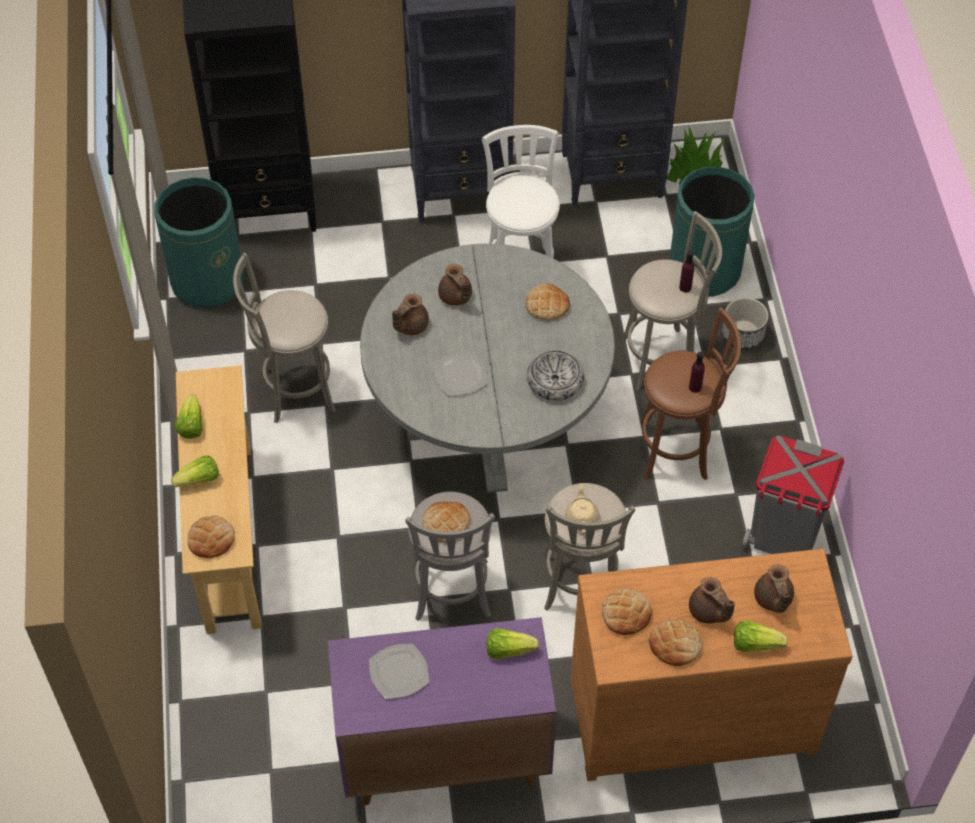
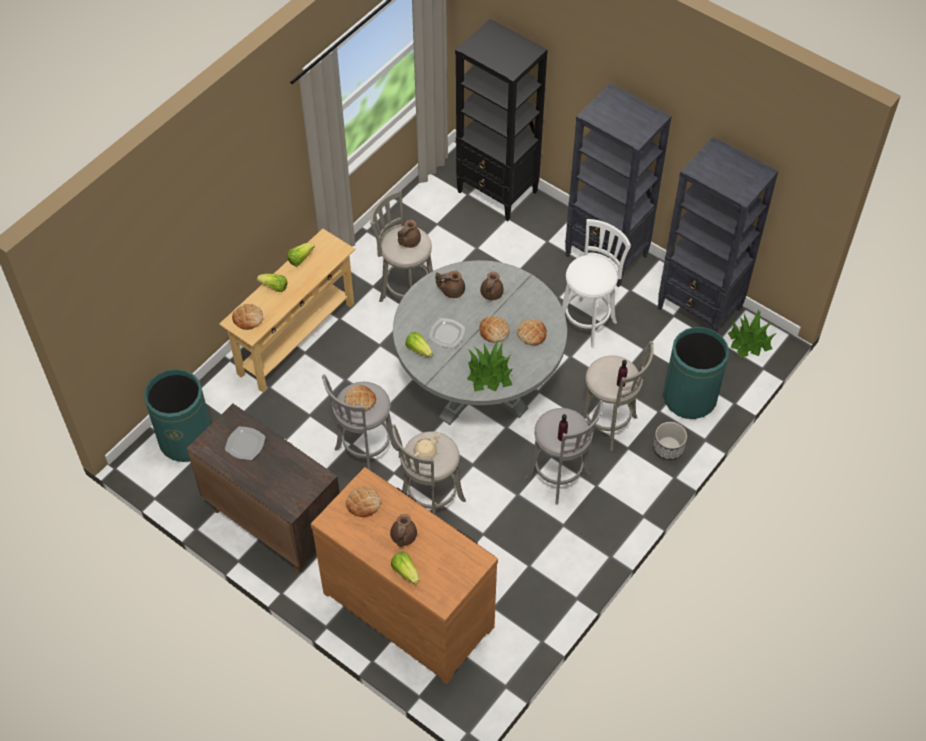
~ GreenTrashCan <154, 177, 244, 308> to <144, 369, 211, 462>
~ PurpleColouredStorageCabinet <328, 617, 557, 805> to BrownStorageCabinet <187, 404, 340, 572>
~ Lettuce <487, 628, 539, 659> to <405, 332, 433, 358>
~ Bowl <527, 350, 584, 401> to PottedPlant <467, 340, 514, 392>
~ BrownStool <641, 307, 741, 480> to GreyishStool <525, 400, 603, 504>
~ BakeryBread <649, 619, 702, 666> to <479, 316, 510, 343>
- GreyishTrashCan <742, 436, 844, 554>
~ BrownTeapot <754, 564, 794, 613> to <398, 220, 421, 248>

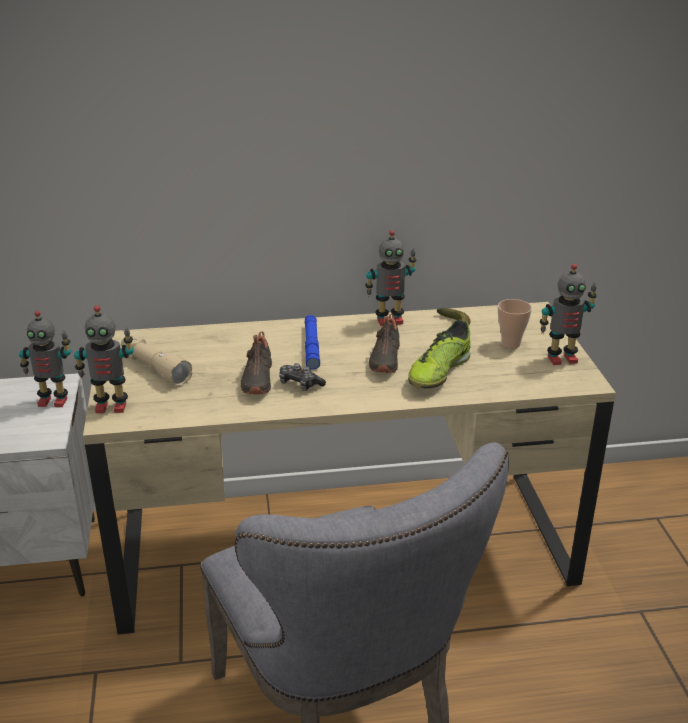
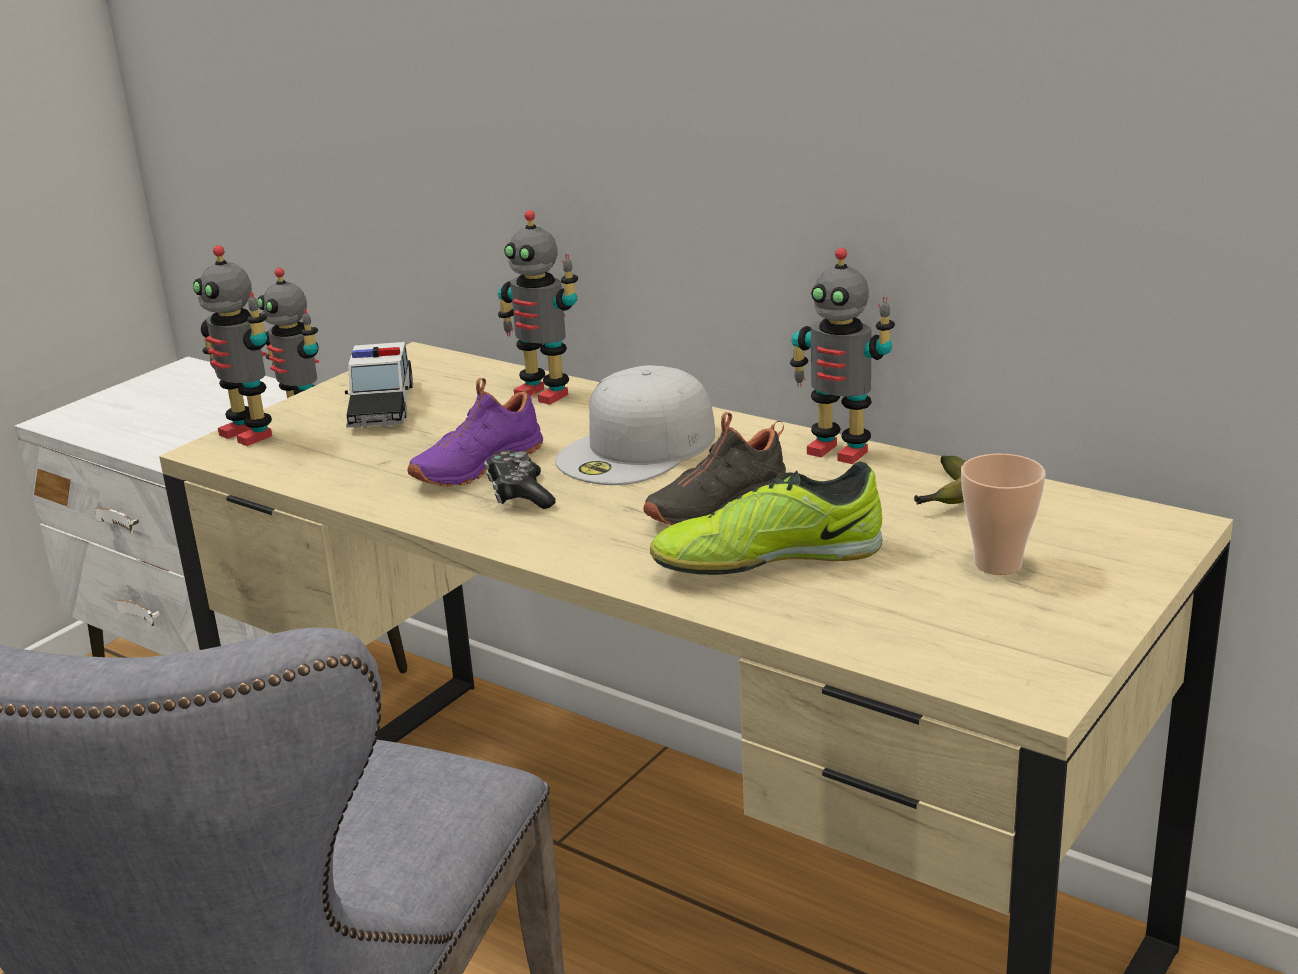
~ BeigeTorch <121, 336, 192, 386> to ModelCar <345, 342, 413, 428>
~ BlackColouredLowShoe <241, 332, 272, 394> to PurpleColouredLowShoe <407, 378, 543, 487>
~ BlueColouredTorch <305, 315, 320, 370> to WhitishCap <555, 365, 715, 485>
~ ModelRobot <540, 264, 597, 365> to <498, 210, 578, 405>

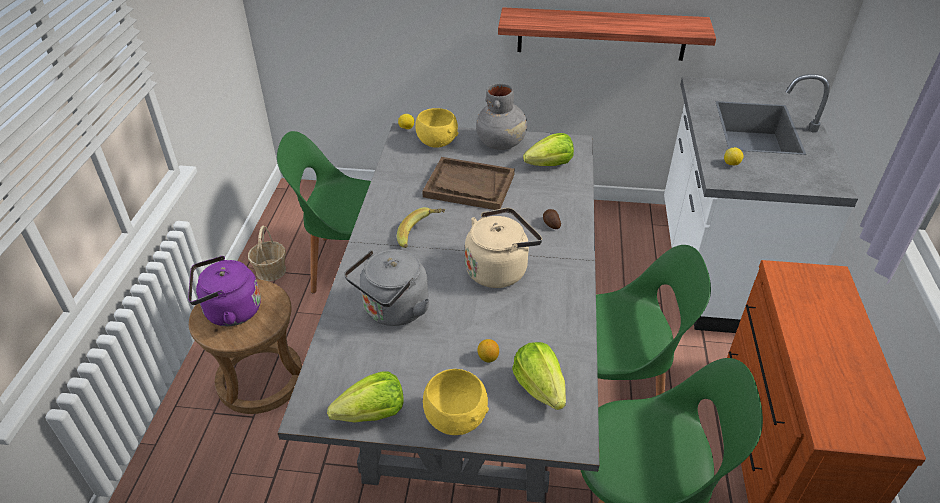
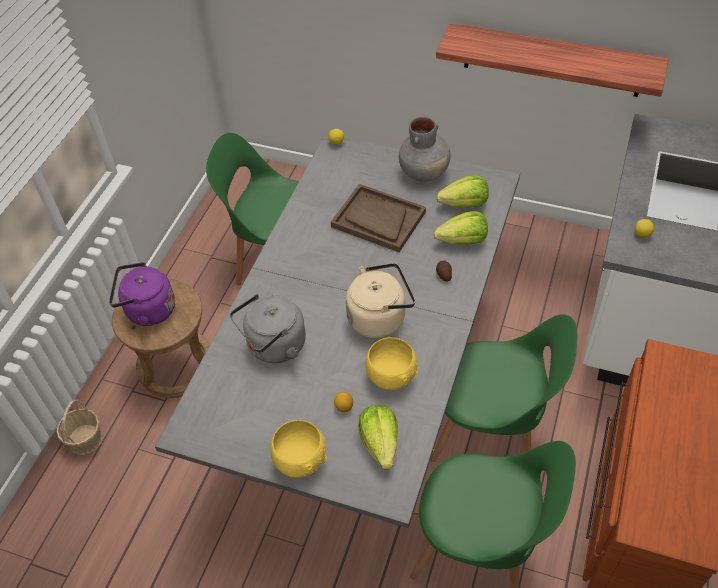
~ HouseholdBasket <248, 226, 286, 281> to <57, 399, 103, 455>
~ Lettuce <327, 371, 404, 423> to <434, 211, 488, 245>
- BananaFruit <397, 207, 445, 248>
~ YellowColouredBowl <415, 108, 459, 148> to <365, 337, 418, 390>

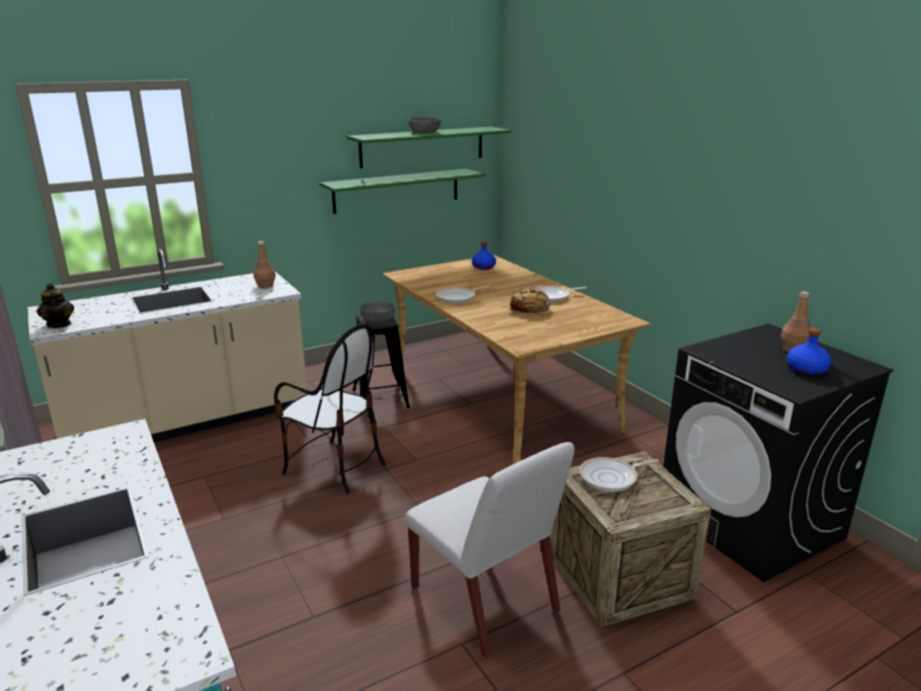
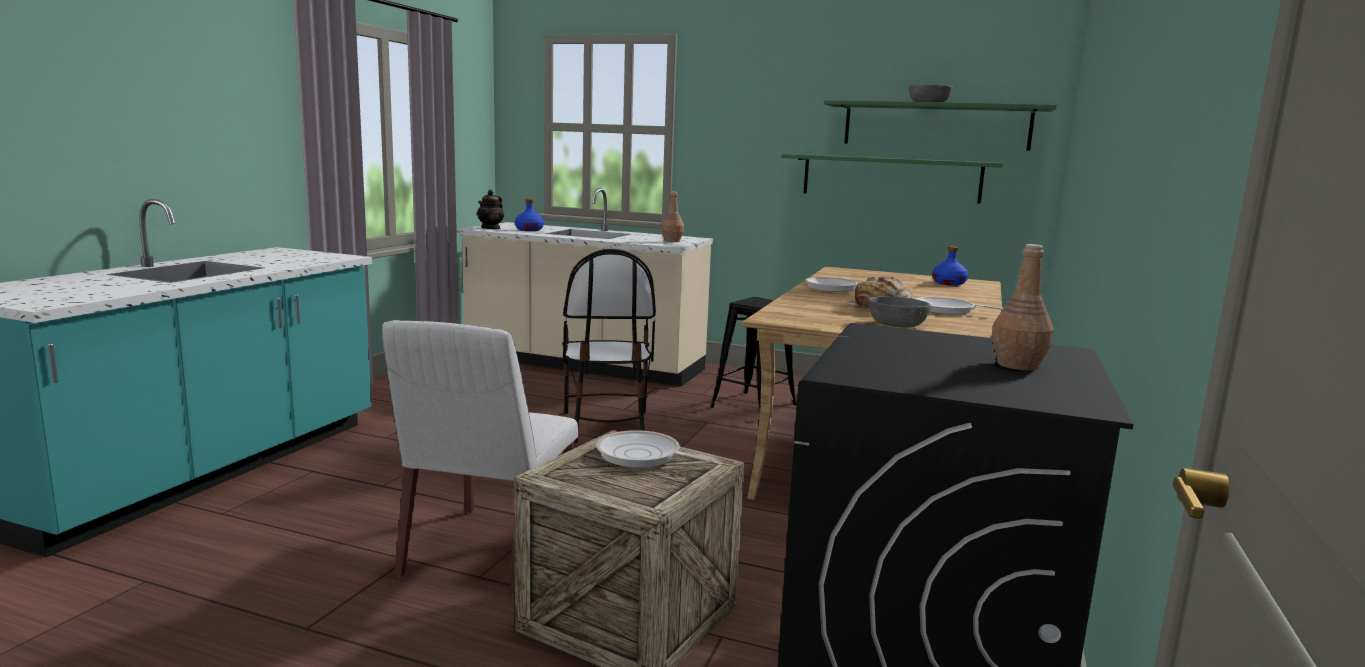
~ GreyishBowl <360, 301, 395, 323> to <869, 296, 931, 328>
~ BlueColouredDrinkBottle <787, 328, 831, 375> to <515, 199, 544, 231>

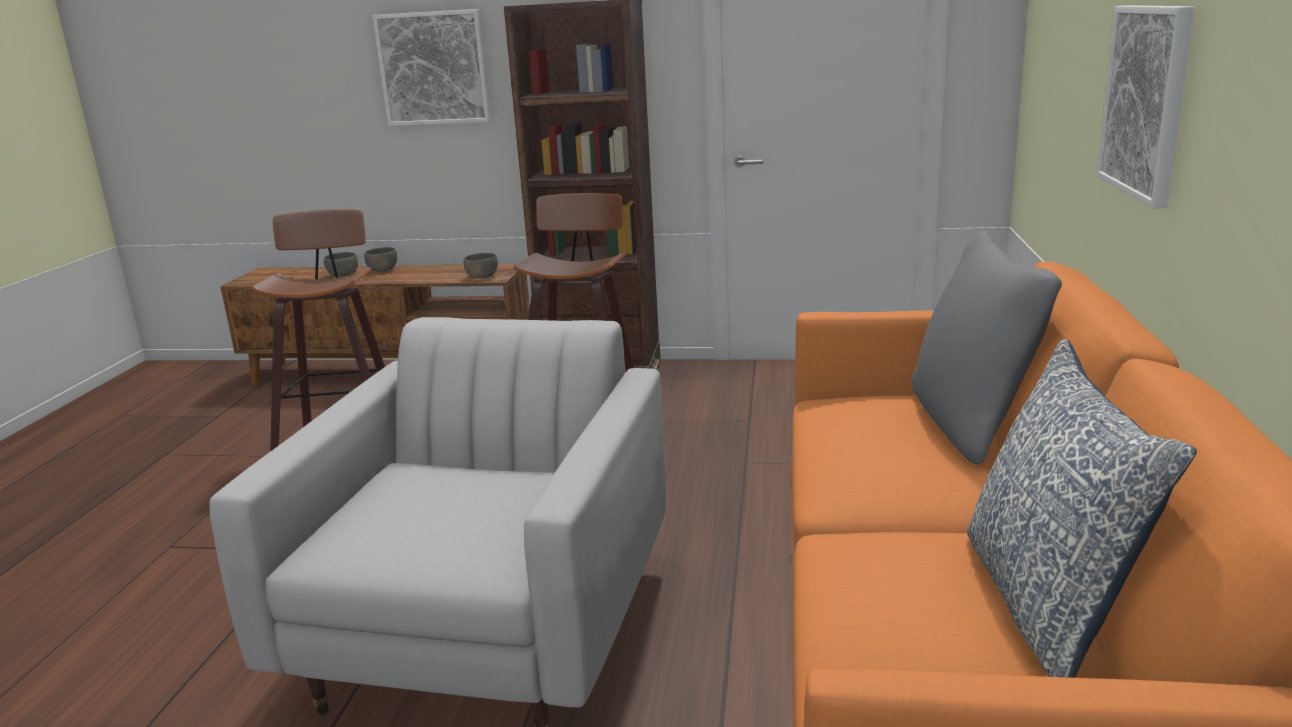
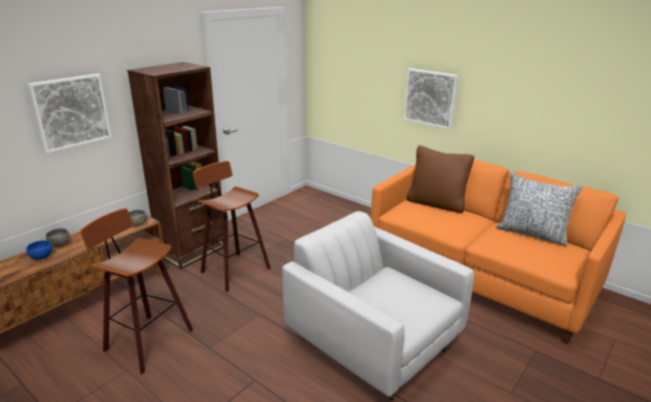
~ GreyishBowl <324, 252, 358, 277> to BlueColouredBowl <26, 240, 52, 260>
~ GreyishPillow <912, 231, 1062, 464> to BrownPillow <407, 145, 474, 213>

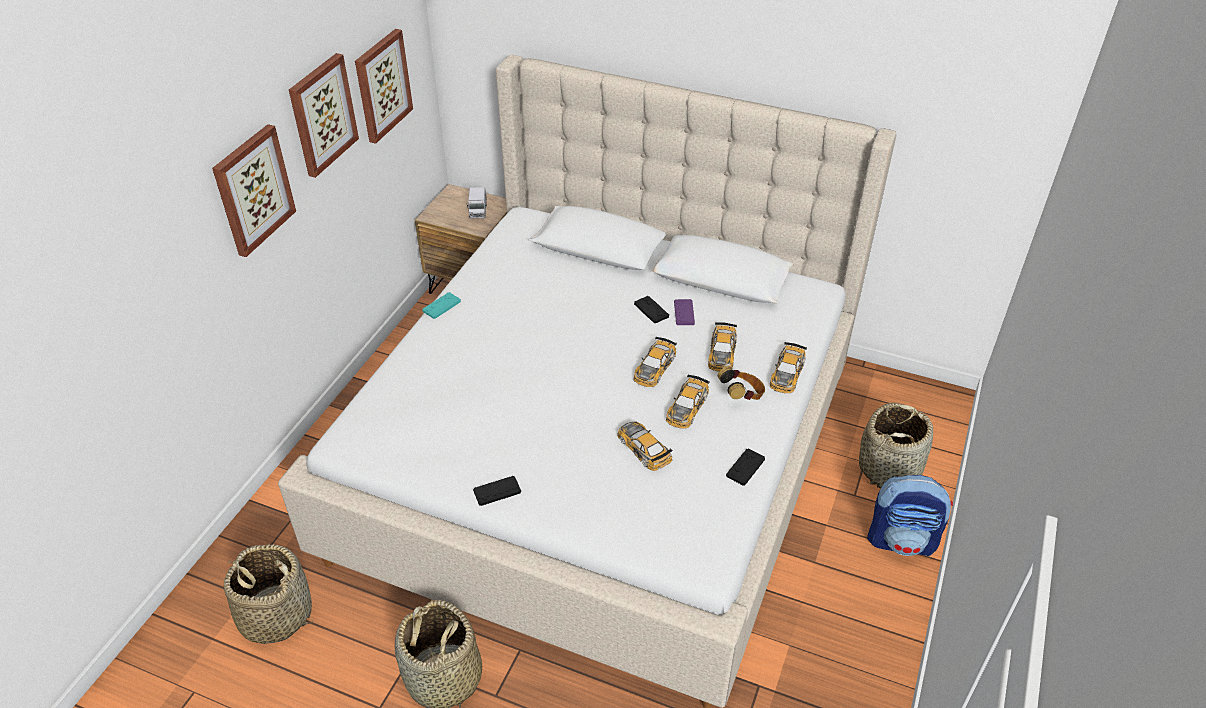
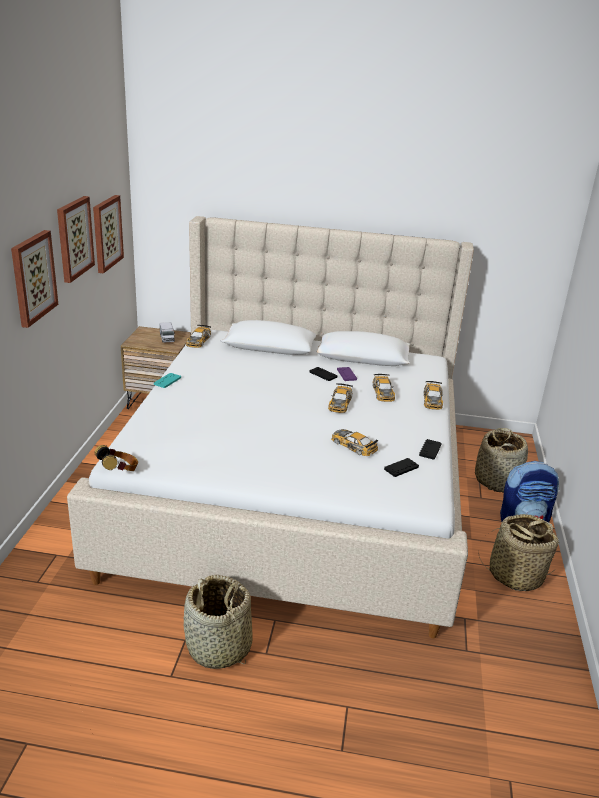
~ HouseholdBasket <224, 544, 313, 644> to <478, 514, 560, 591>
~ BlackColouredGamepad <473, 476, 521, 506> to <384, 458, 419, 477>
~ ModelCar <666, 374, 710, 428> to <186, 325, 211, 348>
~ PairOfHeadphones <718, 367, 765, 400> to <94, 445, 138, 471>

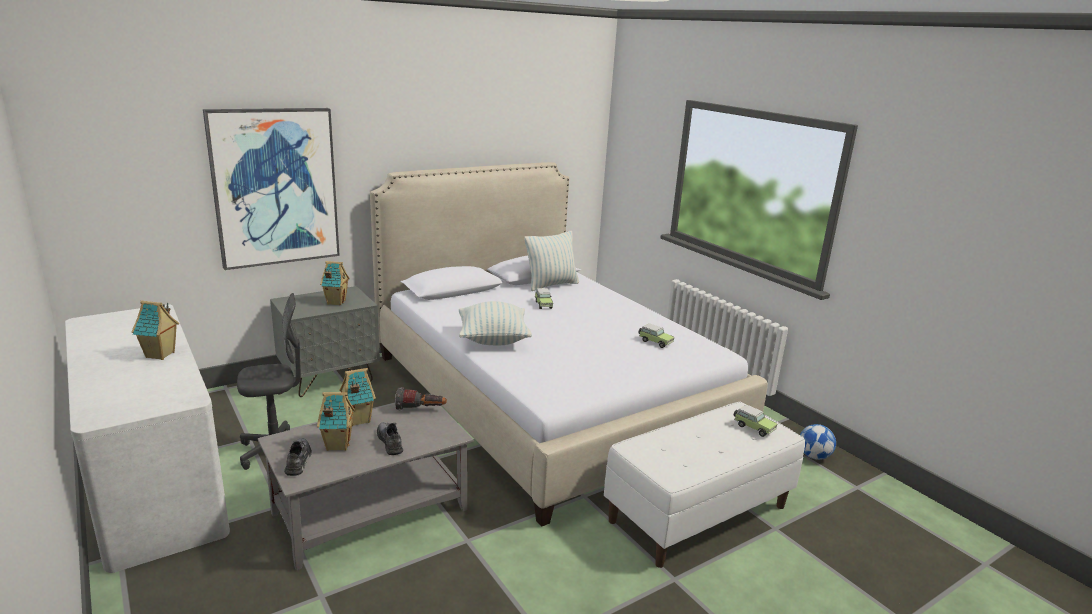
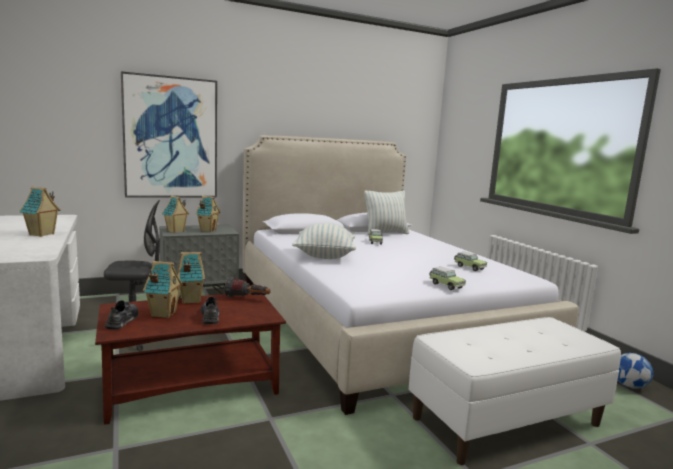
~ GreyishLowTable <258, 404, 474, 571> to BrownLowTable <95, 294, 286, 425>
~ ModelCar <734, 405, 777, 437> to <430, 267, 466, 290>
+ ModelHouse <162, 195, 189, 233>

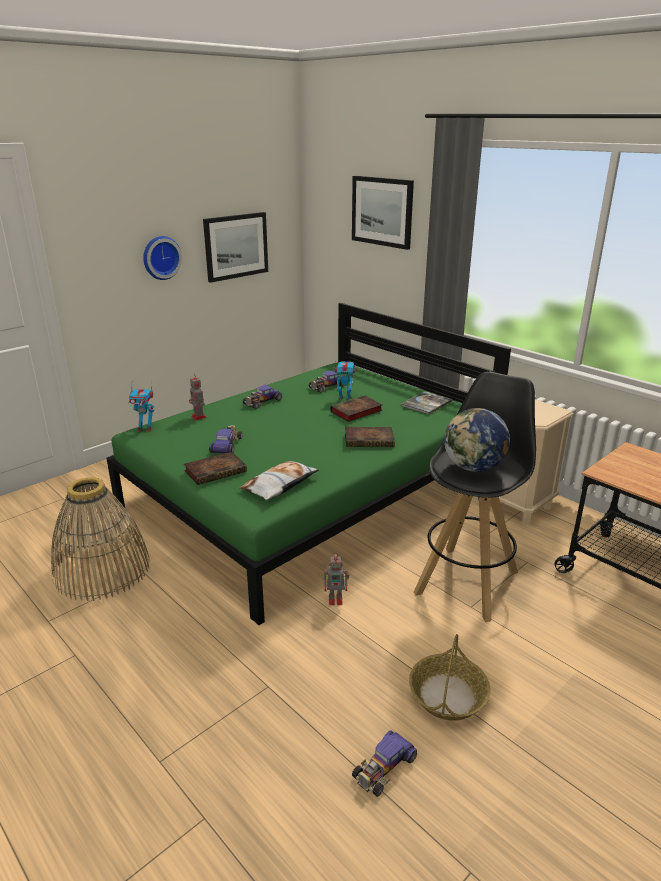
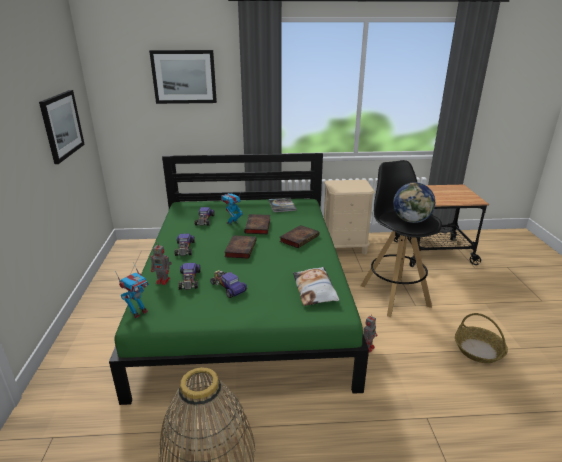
- HangingClock <143, 236, 182, 280>
~ BoundBook <184, 452, 247, 485> to <224, 235, 257, 259>
~ ModelCar <352, 730, 417, 797> to <178, 263, 201, 290>

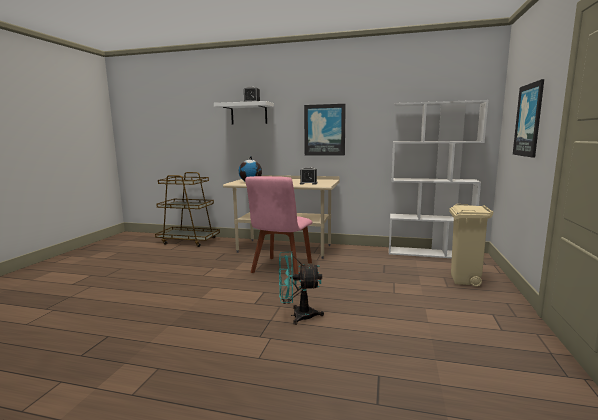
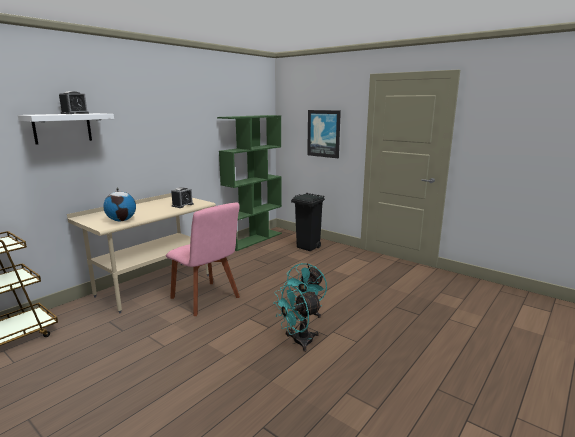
- WallArt <304, 104, 346, 155>
~ WhitishShelvingUnit <389, 100, 488, 258> to GreenShelvingUnit <217, 115, 282, 251>
~ BeigeTrashCan <449, 204, 494, 287> to BlackColouredTrashCan <291, 193, 325, 251>
+ TurquoiseFan <273, 284, 322, 352>

